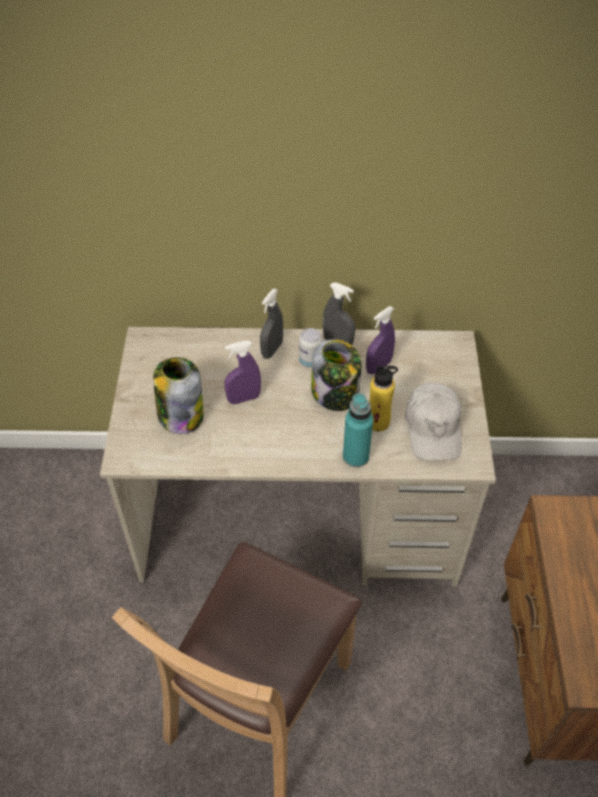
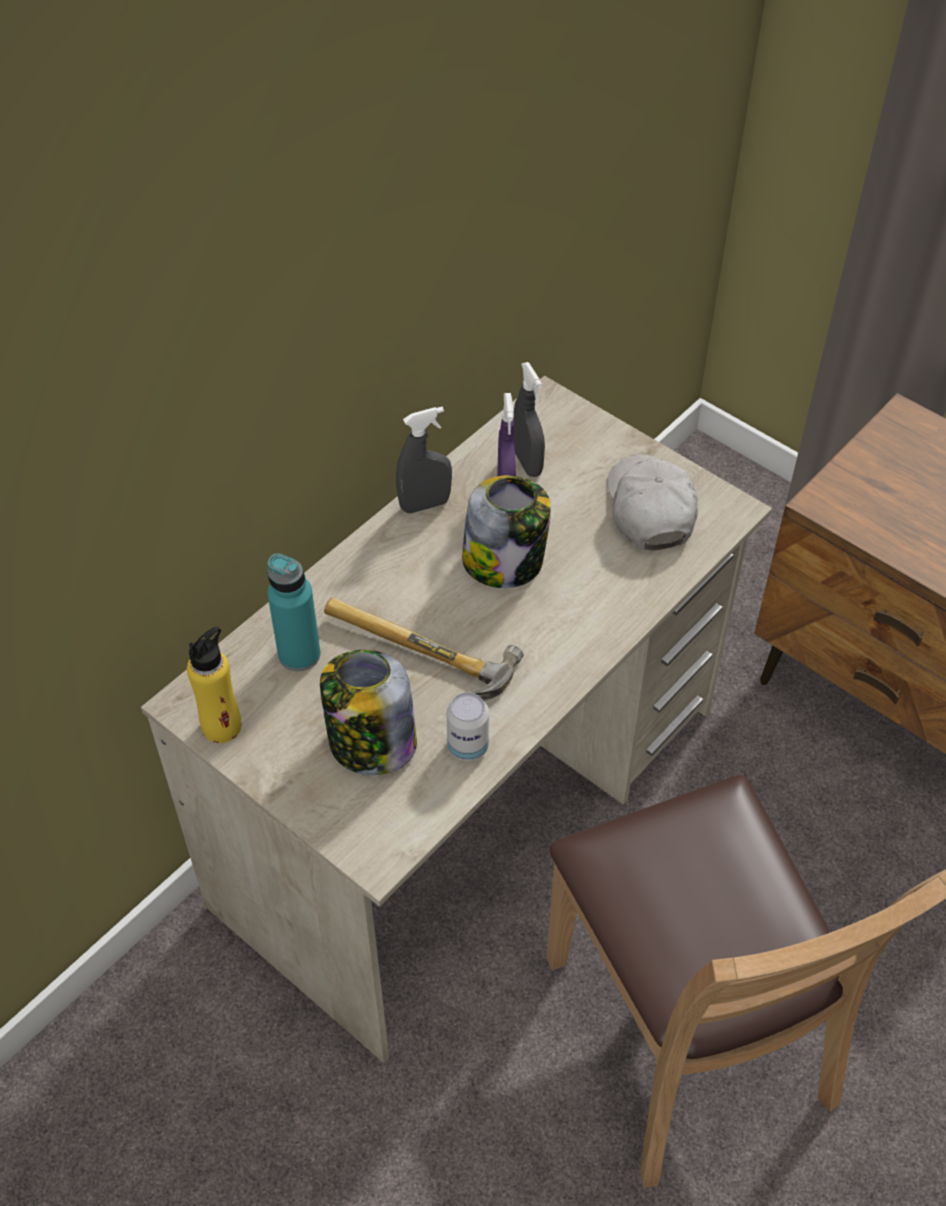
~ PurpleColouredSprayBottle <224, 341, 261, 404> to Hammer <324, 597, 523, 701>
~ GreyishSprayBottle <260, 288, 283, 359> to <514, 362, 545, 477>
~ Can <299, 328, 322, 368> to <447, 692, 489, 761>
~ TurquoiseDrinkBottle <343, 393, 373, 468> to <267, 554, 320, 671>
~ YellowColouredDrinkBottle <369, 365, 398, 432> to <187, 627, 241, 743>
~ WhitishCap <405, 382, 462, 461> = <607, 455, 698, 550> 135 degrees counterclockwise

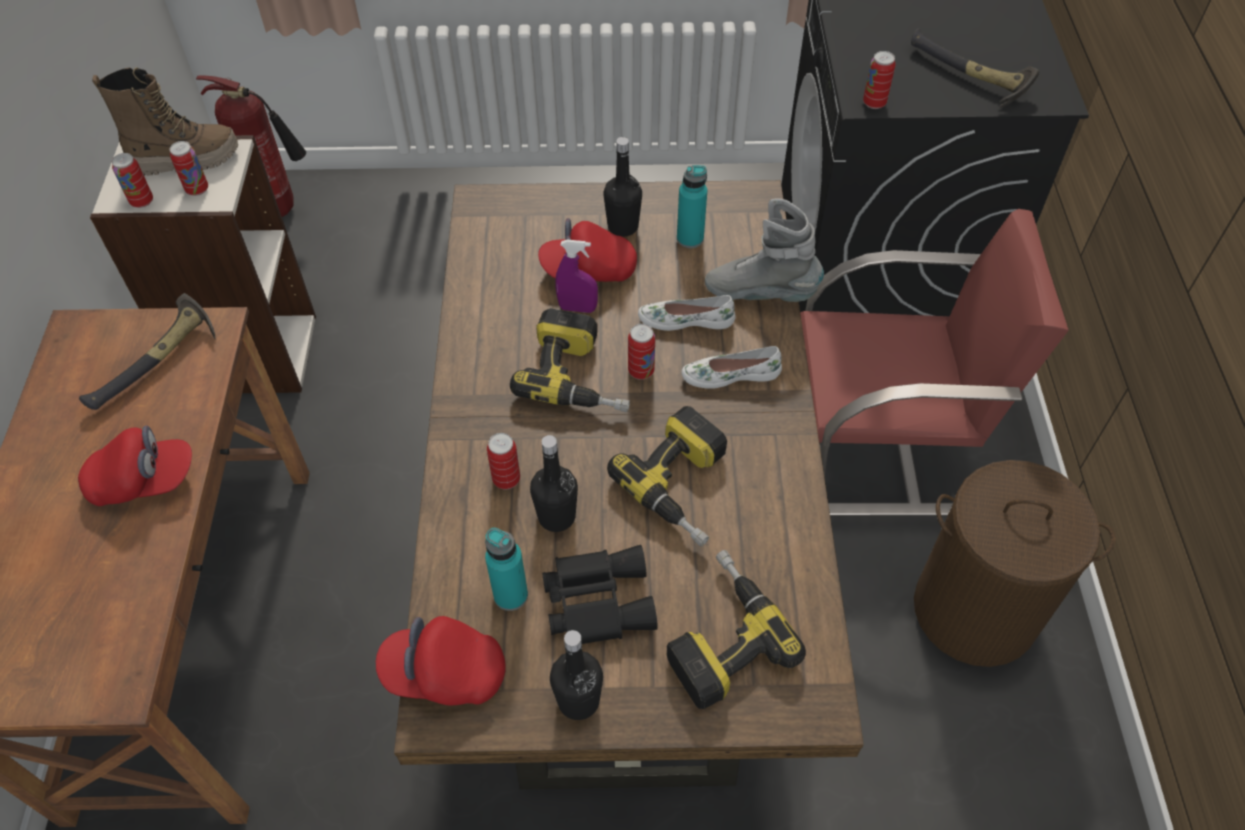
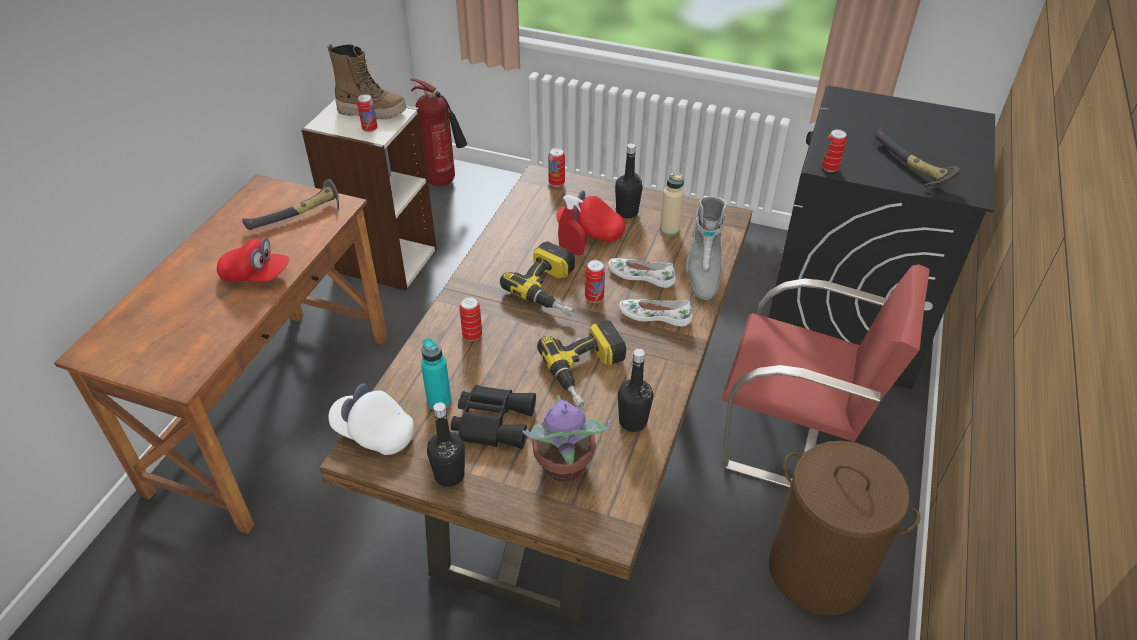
~ Can <112, 153, 153, 208> to <548, 148, 565, 187>
~ RedCap <376, 616, 506, 705> to WhitishCap <329, 384, 414, 455>
~ BlackColouredDrinkBottle <530, 435, 578, 532> to <618, 349, 653, 432>
~ PurpleColouredSprayBottle <555, 240, 598, 313> to RedSprayBottle <558, 195, 585, 255>
~ Drill <667, 550, 806, 709> to PottedPlant <522, 395, 611, 482>
~ TurquoiseDrinkBottle <677, 165, 707, 248> to BeigeDrinkBottle <660, 173, 684, 236>
~ GreyishBoot <705, 198, 824, 302> = <686, 196, 727, 300> 120 degrees counterclockwise

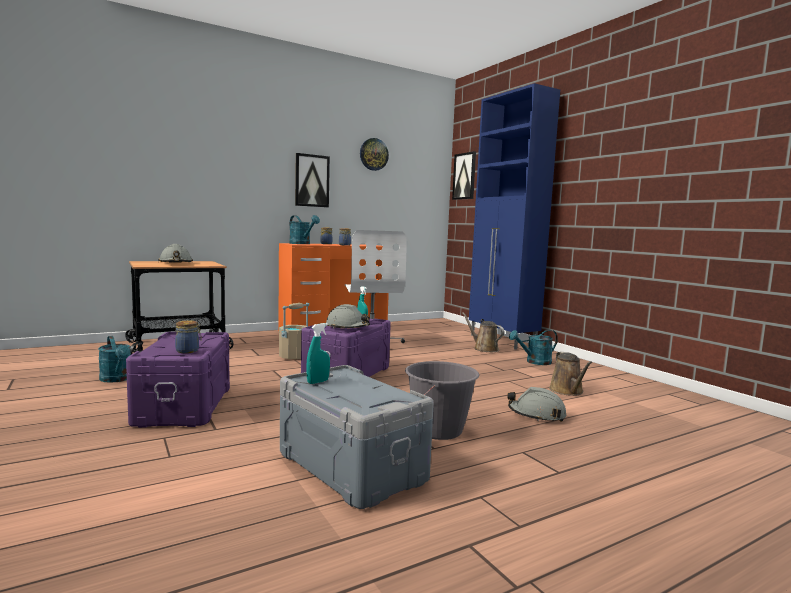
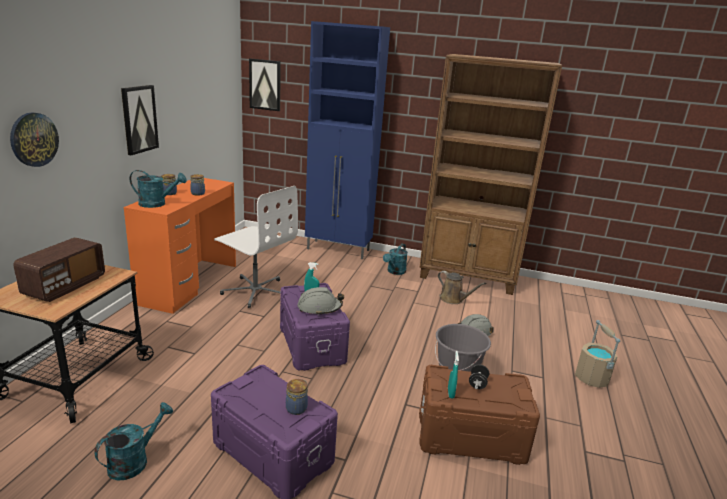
~ TurquoiseWateringPot <98, 336, 131, 383> = <94, 402, 173, 481> 60 degrees counterclockwise
~ GreyishSafetyHelmet <158, 244, 193, 263> to RadioReceiver <13, 237, 105, 302>
~ BeigeBucket <279, 303, 309, 359> to <575, 320, 620, 388>
~ GreyishStorageBin <280, 365, 434, 509> to BrownStorageBin <419, 365, 540, 465>
~ HangingClock <360, 138, 389, 171> to <10, 112, 59, 167>
- BrownWateringPot <462, 312, 505, 352>
+ BrownShelvingUnit <419, 54, 562, 295>
+ BlackColouredFreeWeight <469, 364, 489, 389>

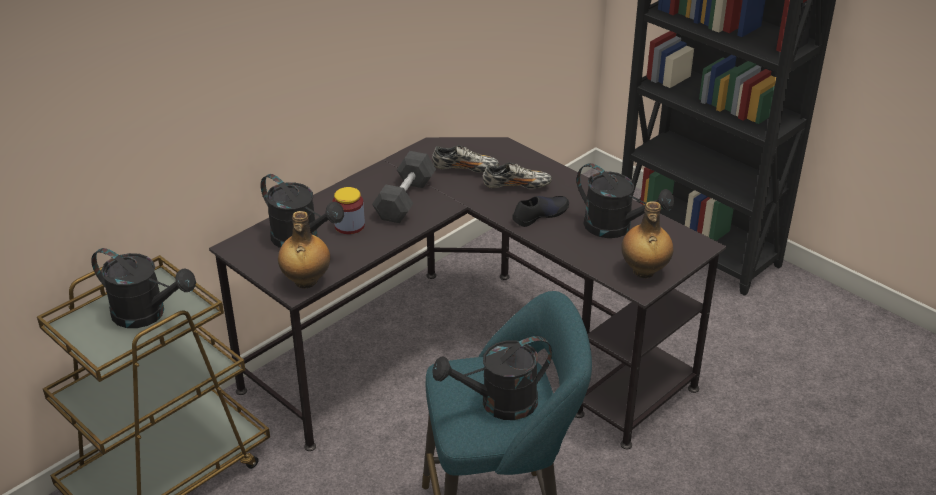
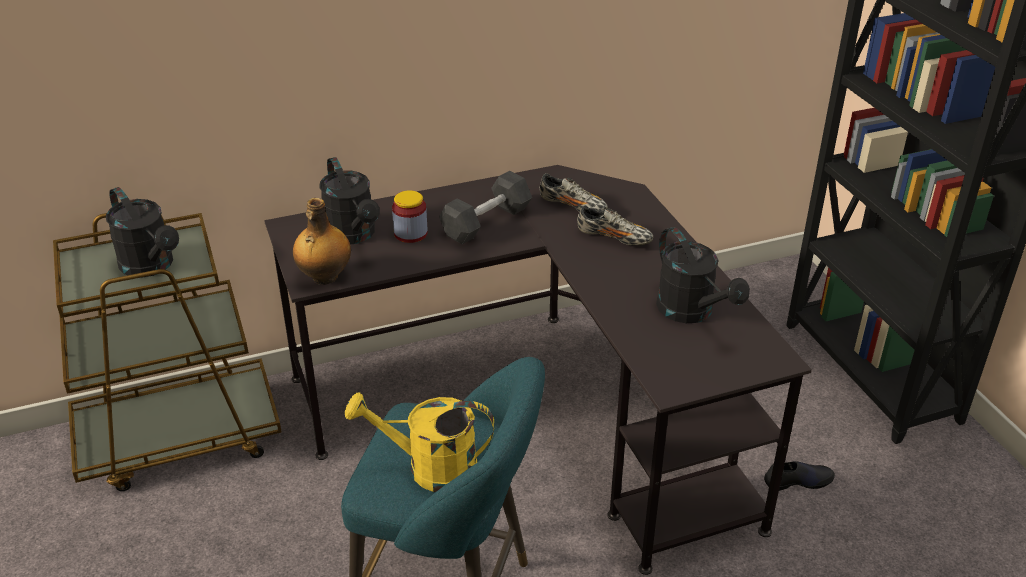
~ BlackColouredWateringPot <432, 336, 552, 420> to YellowColouredWateringPot <345, 392, 495, 492>
~ BlackColouredLowShoe <512, 196, 569, 227> to <764, 461, 835, 491>
- DrinkBottle <621, 201, 673, 278>

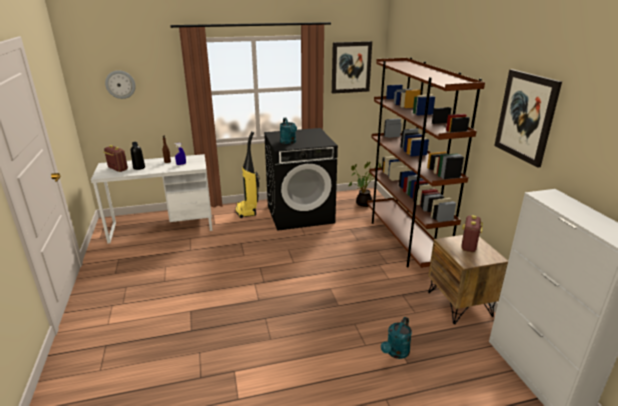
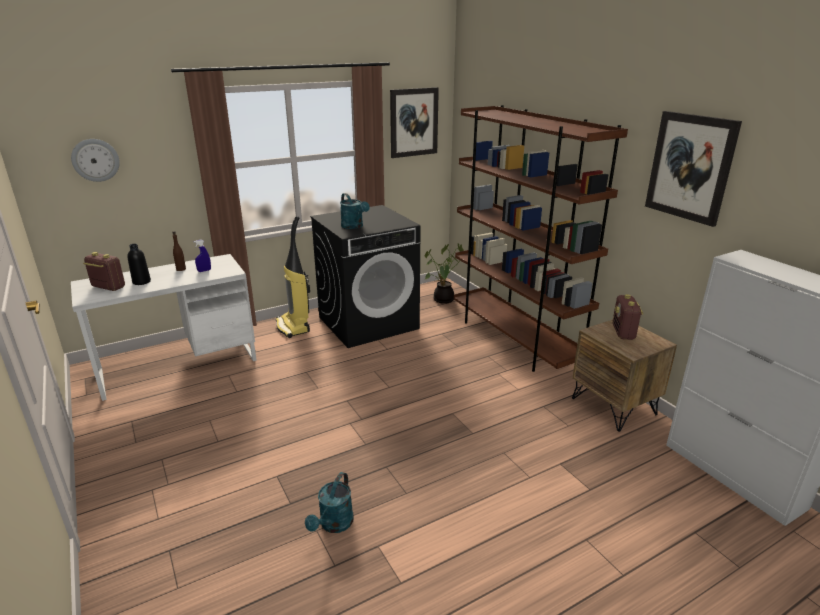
~ TurquoiseWateringPot <381, 317, 412, 359> to <305, 472, 354, 533>

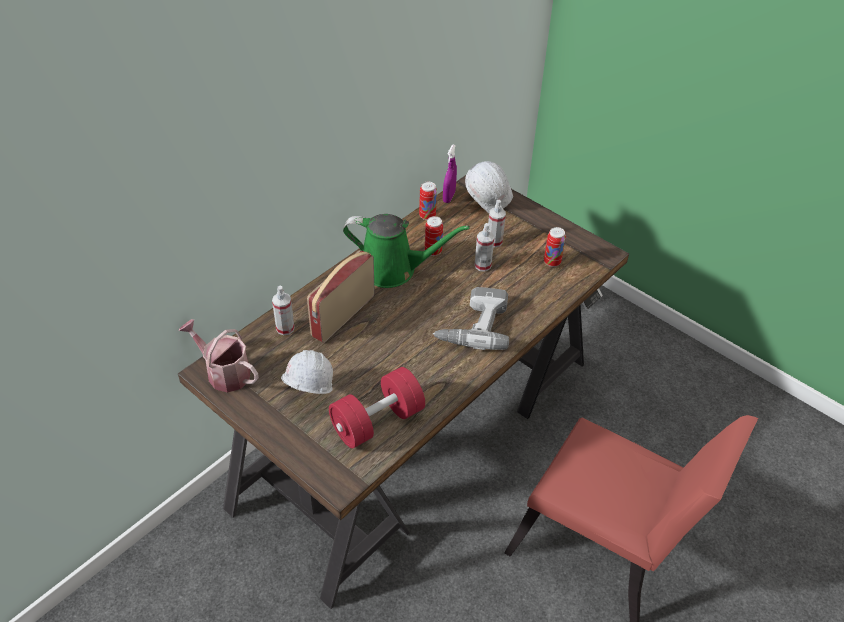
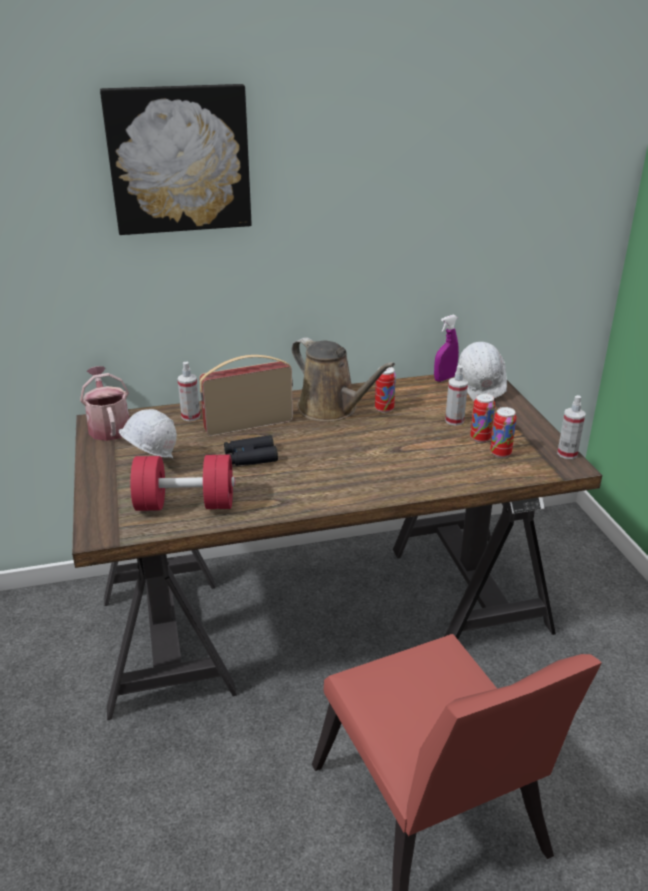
~ GreenWateringPot <343, 214, 470, 288> to BrownWateringPot <292, 337, 395, 422>
~ Can <419, 182, 437, 220> to <470, 393, 495, 443>
- Drill <433, 287, 509, 350>
~ SprayBottle <475, 223, 494, 272> to <557, 395, 586, 459>
+ WallArt <100, 84, 252, 235>
+ BlackColouredPairOfBinoculars <224, 435, 278, 466>

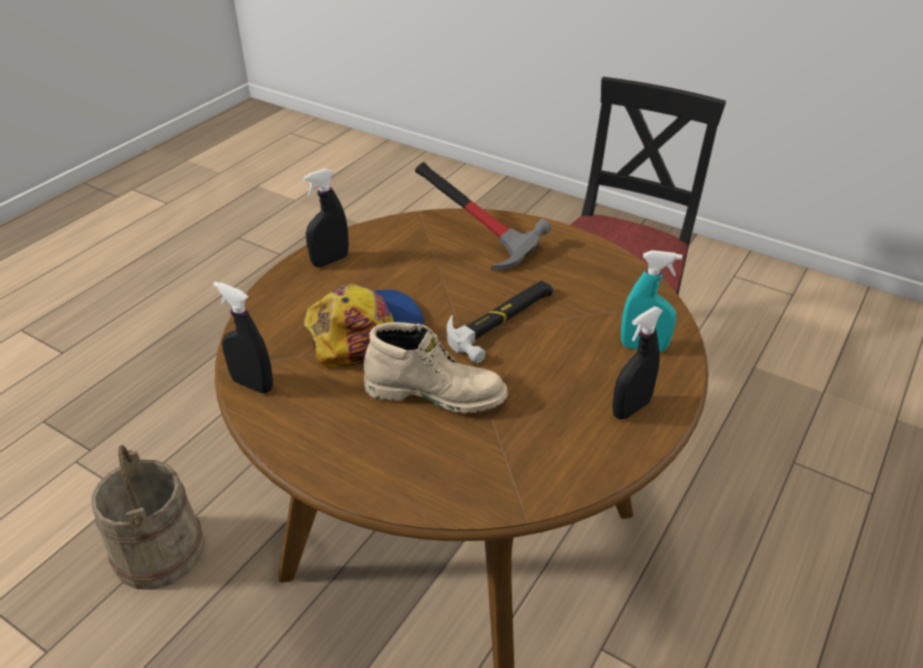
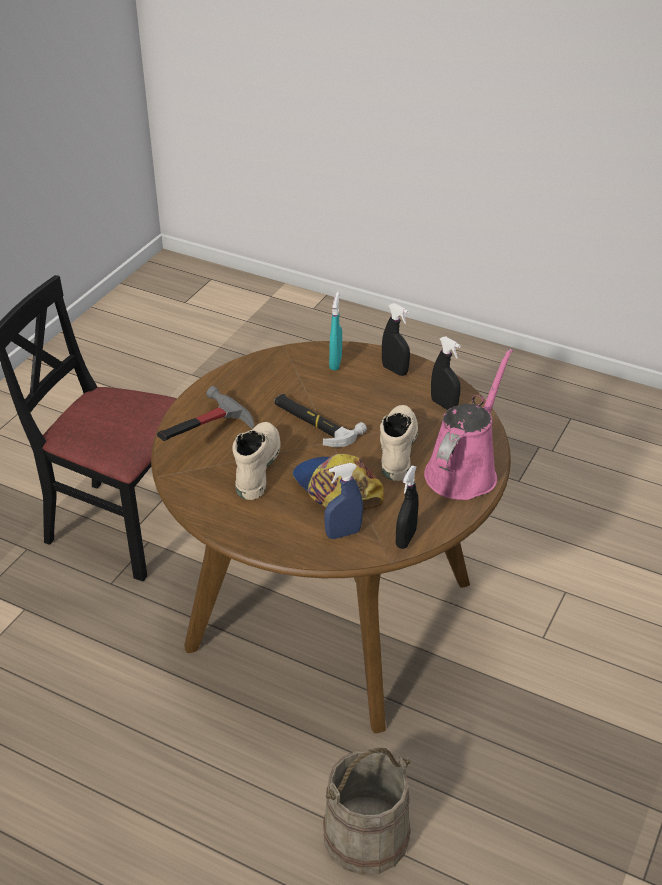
~ BlackColouredSprayBottle <303, 169, 349, 267> to <431, 336, 461, 410>
+ BeigeBoot <232, 422, 281, 500>
+ BlueColouredSprayBottle <324, 463, 363, 539>
+ PinkWateringPot <424, 348, 513, 500>

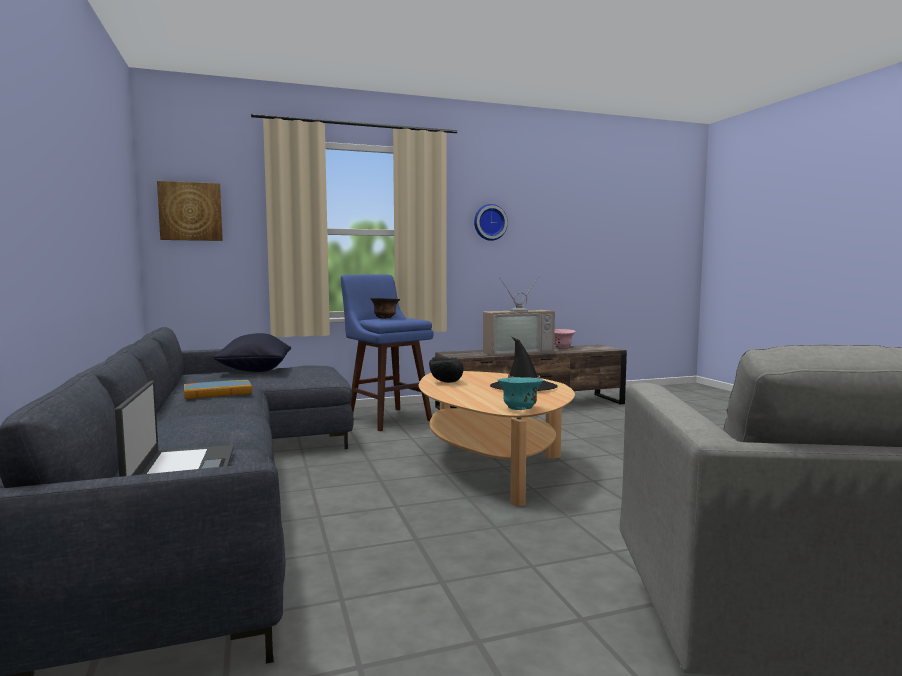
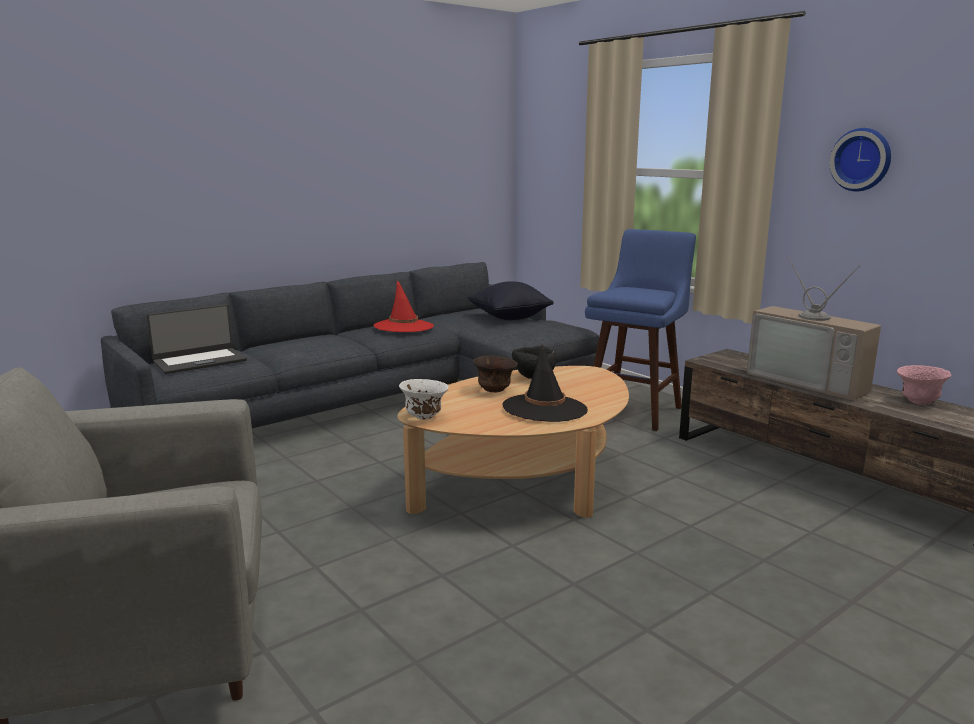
- WallArt <157, 181, 223, 241>
~ BoundBook <184, 380, 252, 399> to RedHat <373, 280, 434, 332>
~ BrownBowl <370, 298, 400, 319> to <473, 355, 518, 392>
~ TurquoiseBowl <498, 377, 543, 410> to WhitishBowl <399, 379, 449, 420>

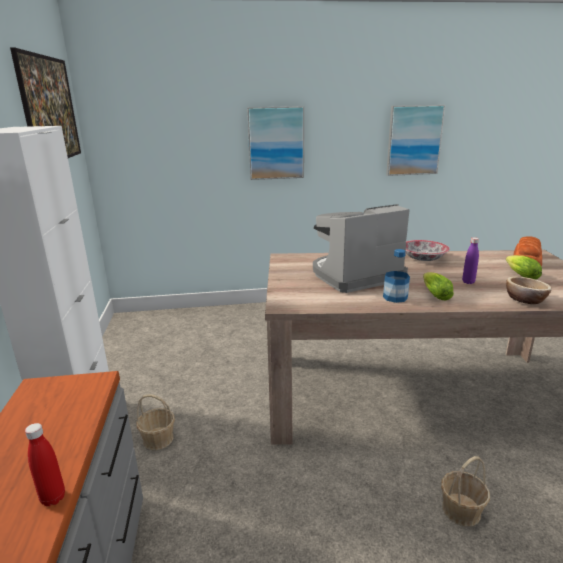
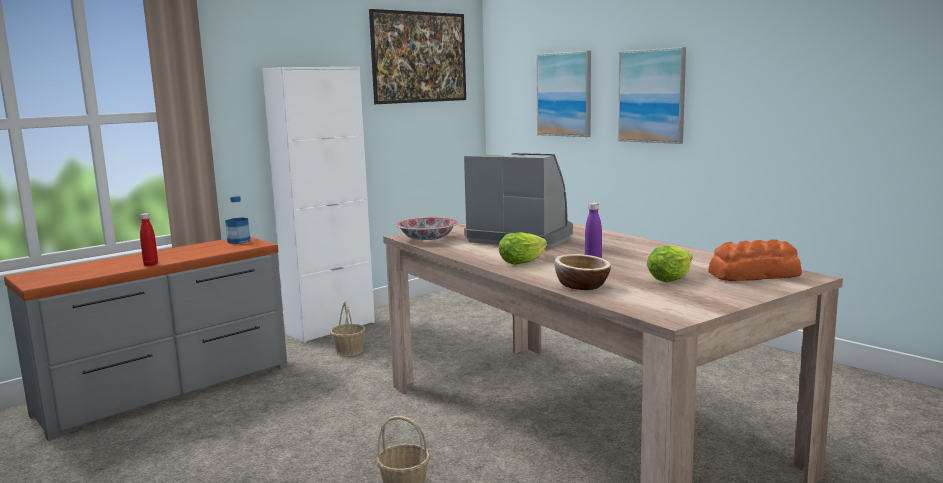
~ DrinkBottle <383, 249, 410, 303> to <225, 196, 251, 244>
~ WallArt <386, 105, 445, 176> to <536, 51, 591, 137>
~ Bowl <406, 240, 450, 261> to <396, 217, 458, 240>

